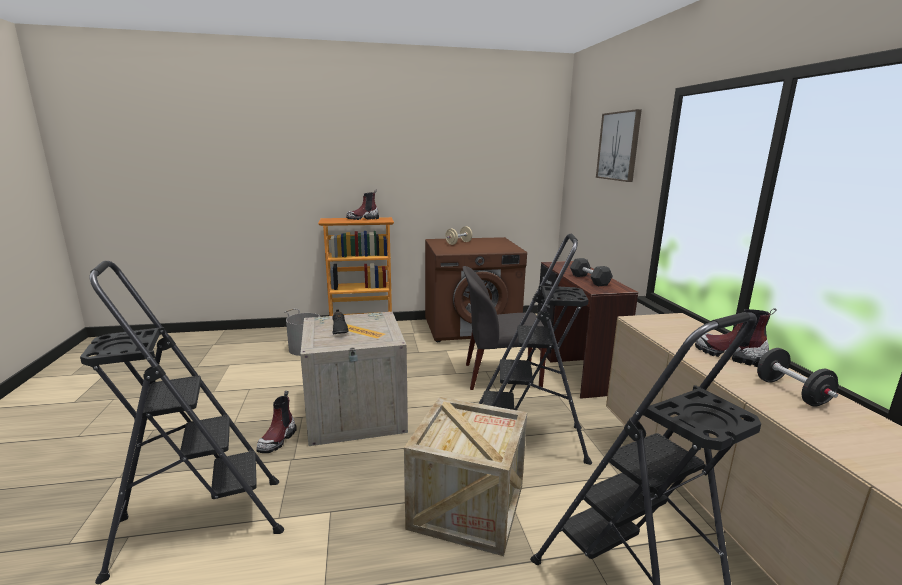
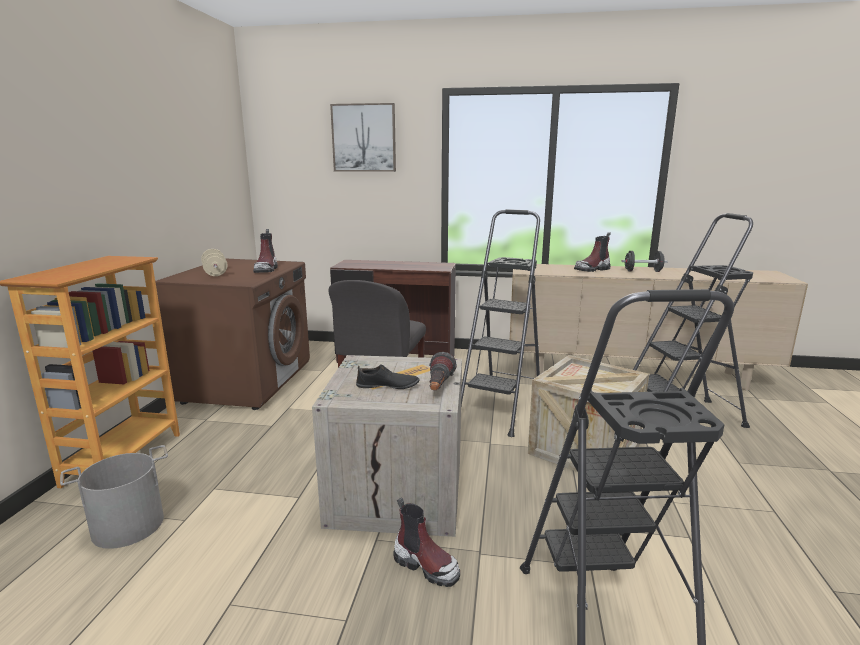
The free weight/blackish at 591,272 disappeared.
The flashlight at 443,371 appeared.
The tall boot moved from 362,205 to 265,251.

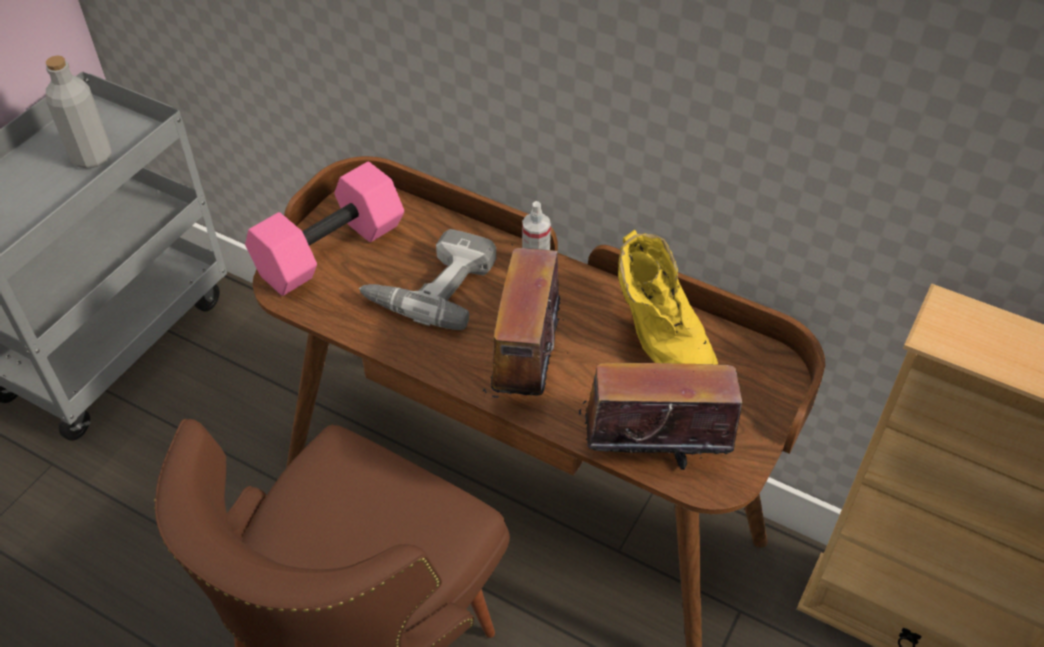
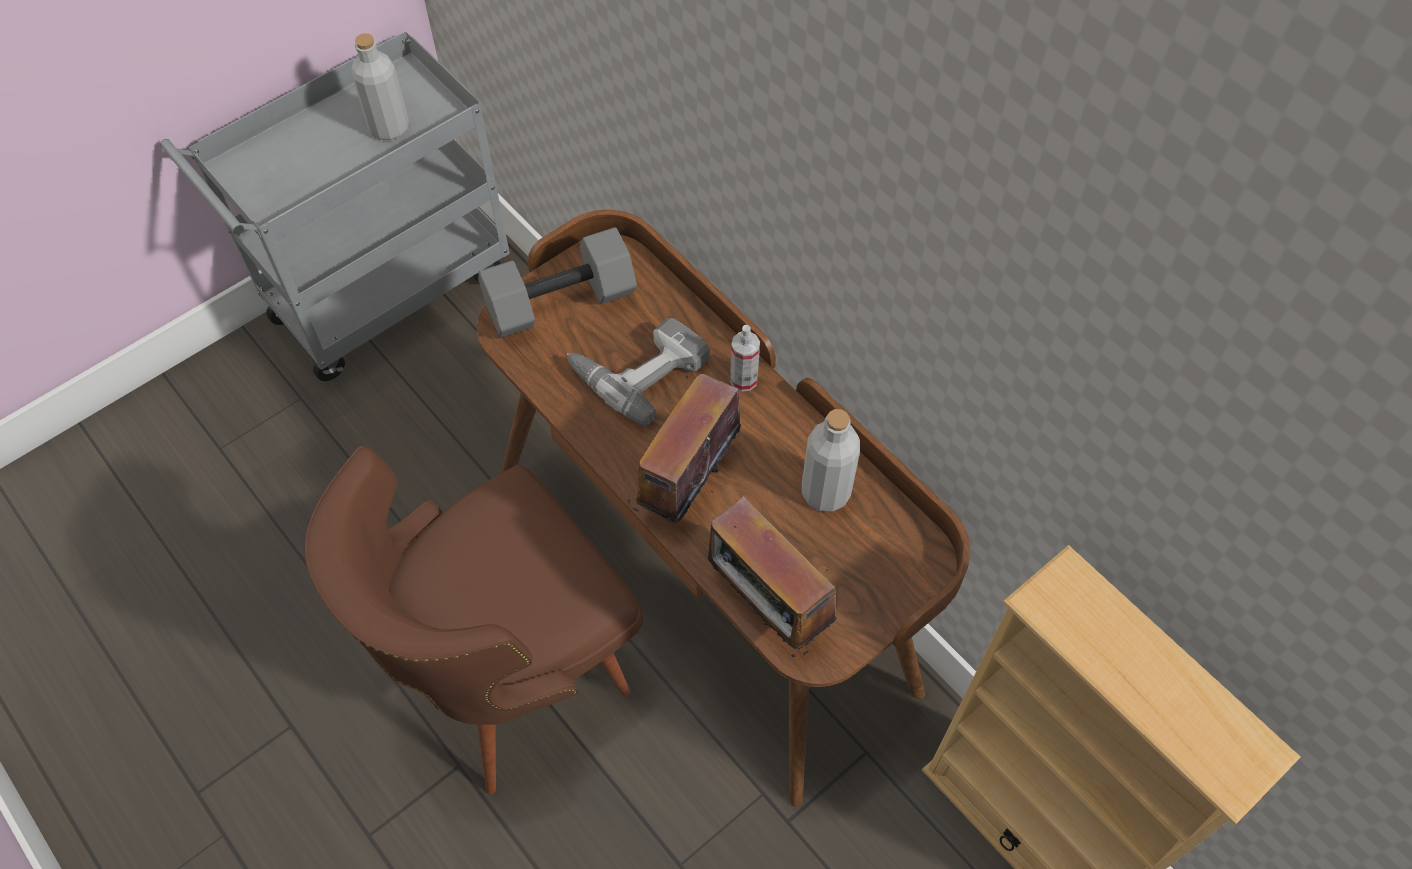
The tall boot/yellowish at 668,297 was replaced by the drink bottle/greyish at 831,460.
The free weight/pinkish at 324,228 became the free weight/greyish at 557,282.
The radio receiver at 668,406 turned 150 degrees counterclockwise.

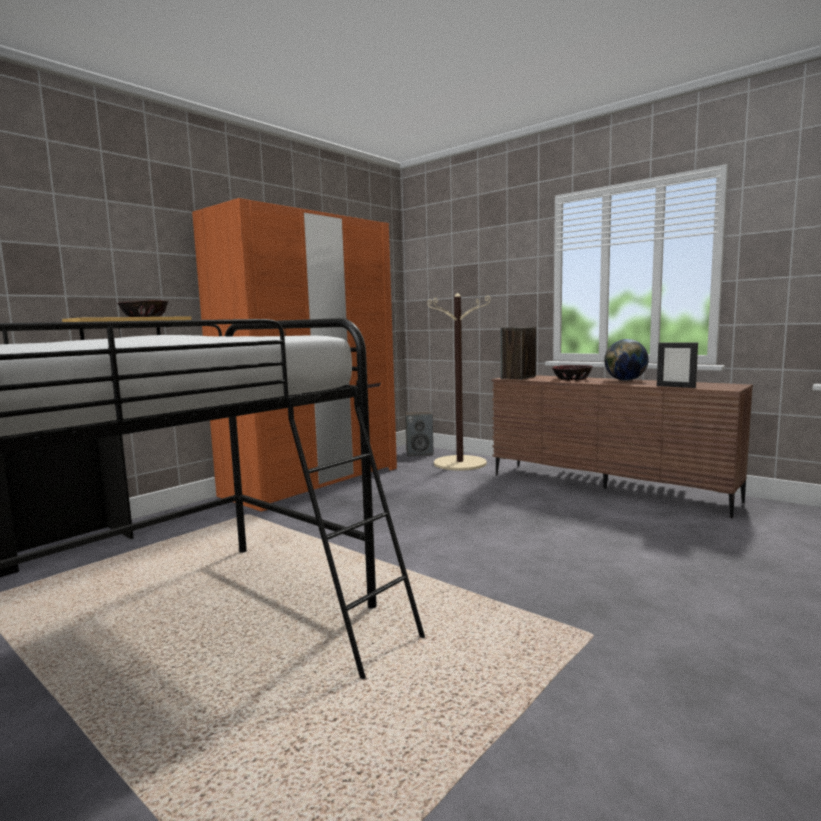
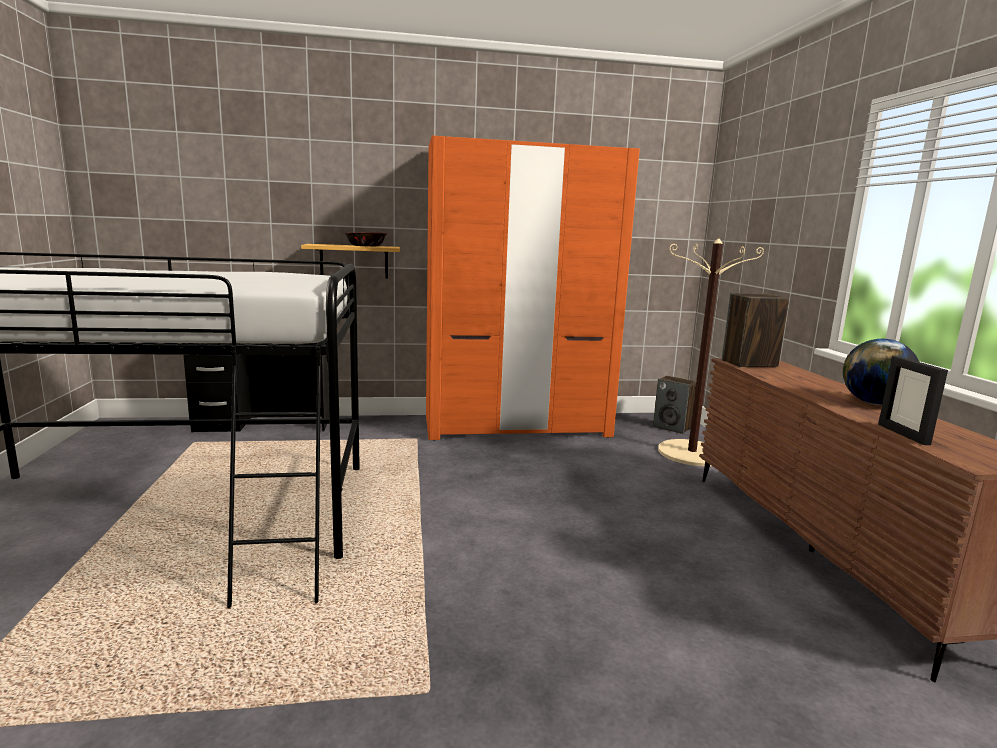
The bowl at 572,372 disappeared.

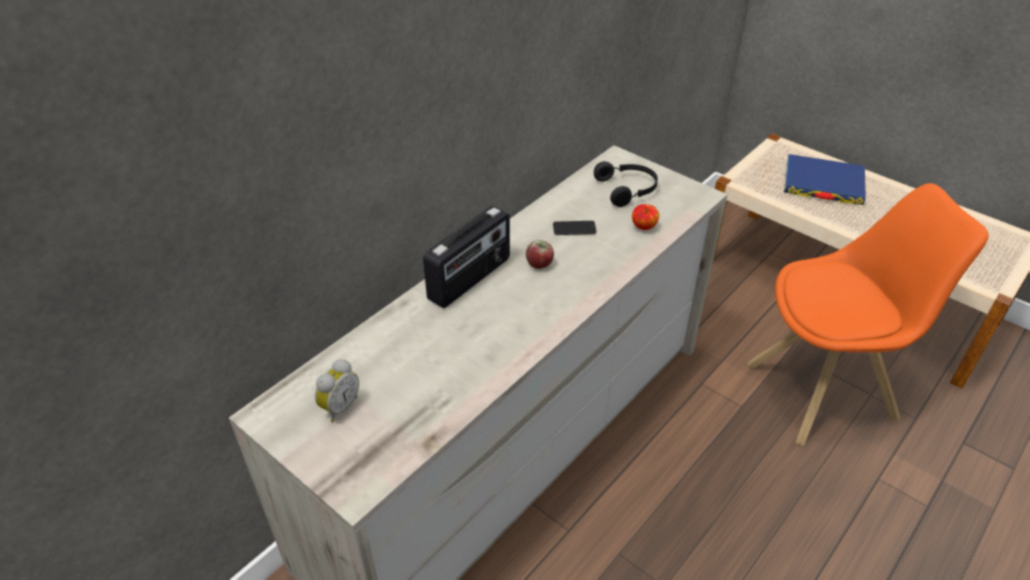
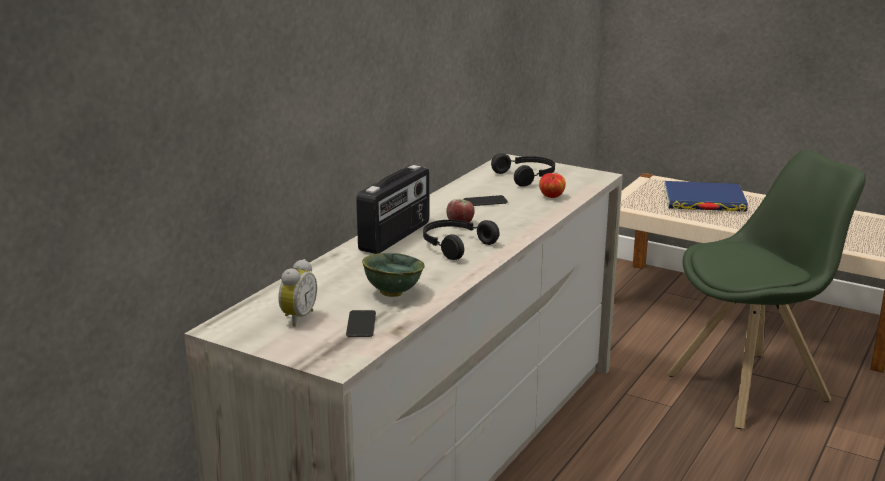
The phone at 361,323 appeared.
The bowl/green at 393,275 appeared.
The headphones/blackish at 461,240 appeared.
The chair/orange-coloured at 868,314 became the chair/green at 766,289.

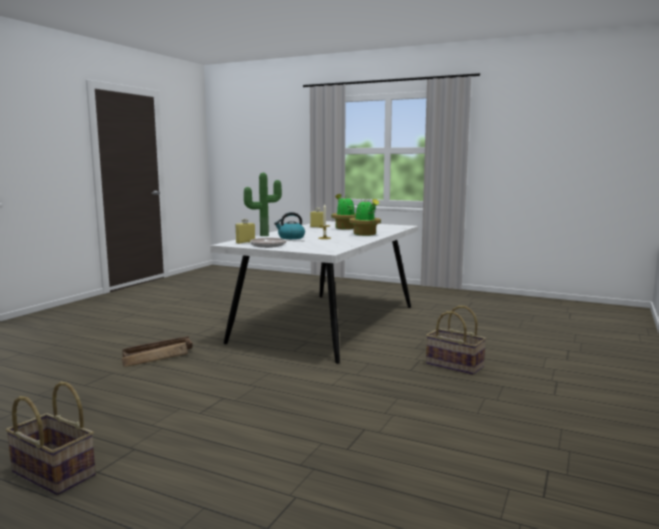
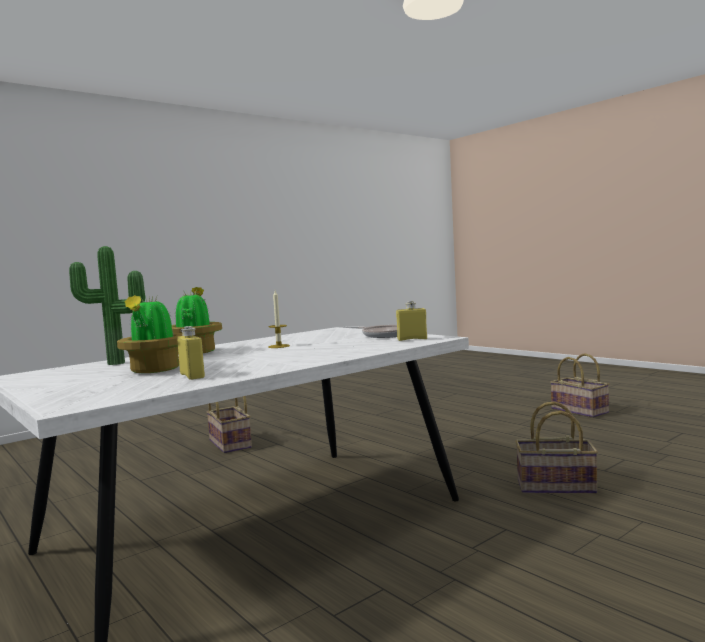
The tea kettle at 289,225 disappeared.
The houseplant moved from 263,204 to 107,305.
The crate at 157,351 was replaced by the storage basket at 556,447.

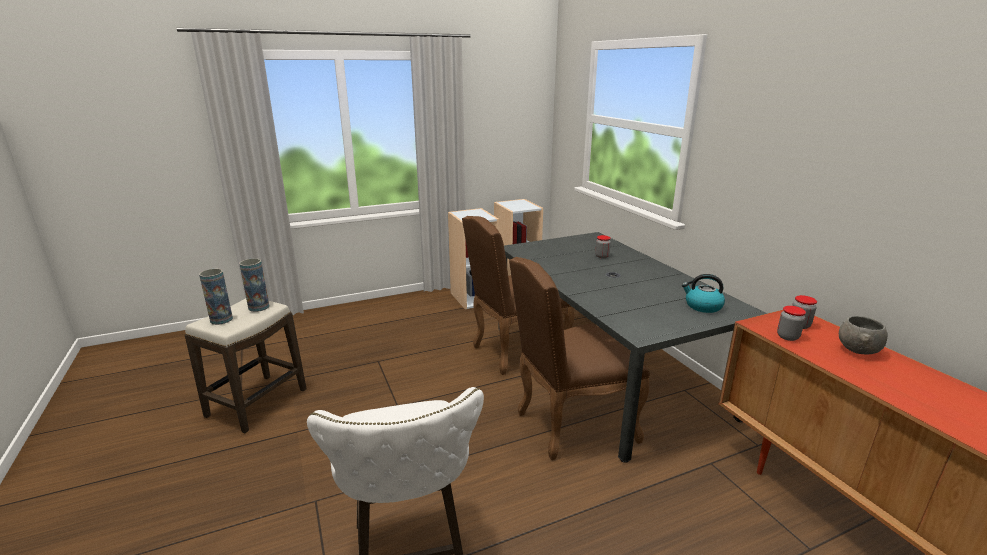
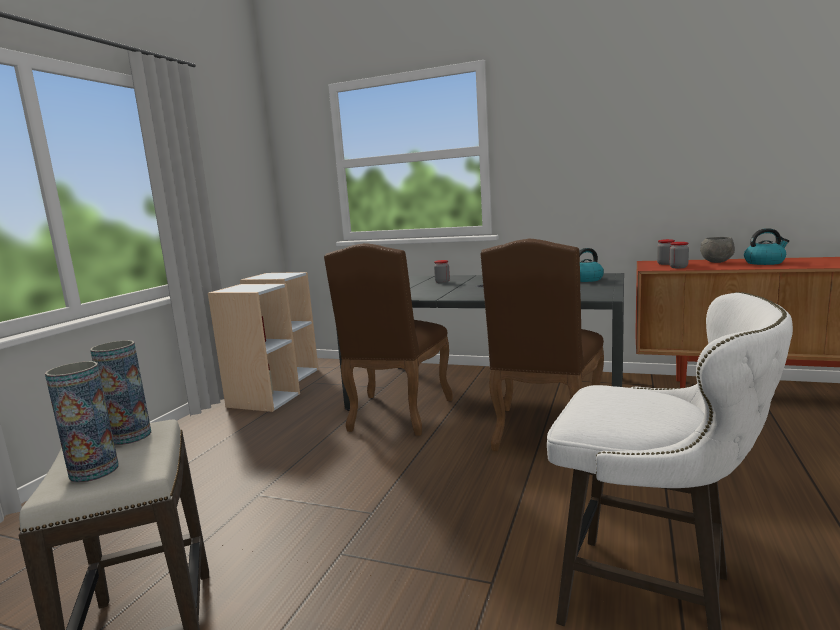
The tea kettle at 766,246 appeared.

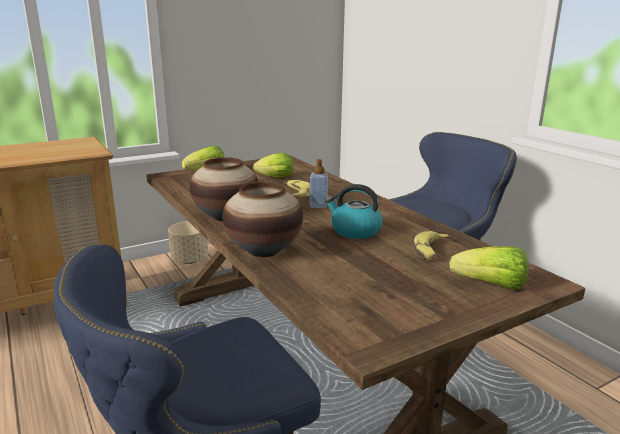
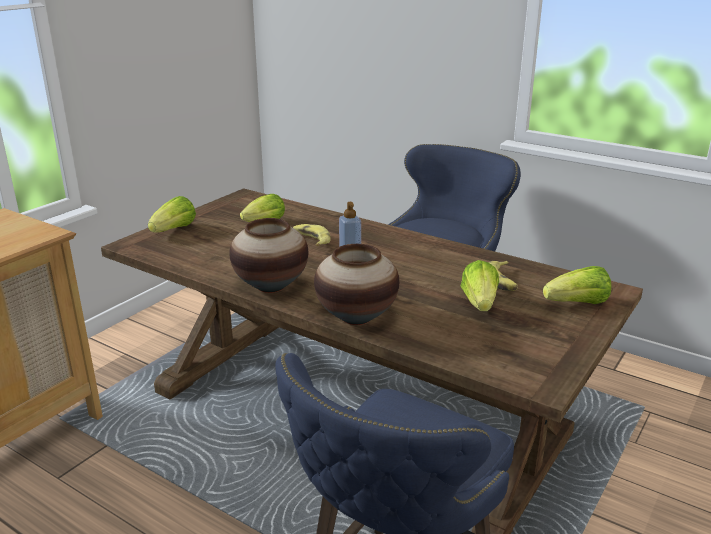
The planter/sand-coloured at 188,242 disappeared.
The tea kettle at 354,211 disappeared.
The lettuce at 479,285 appeared.

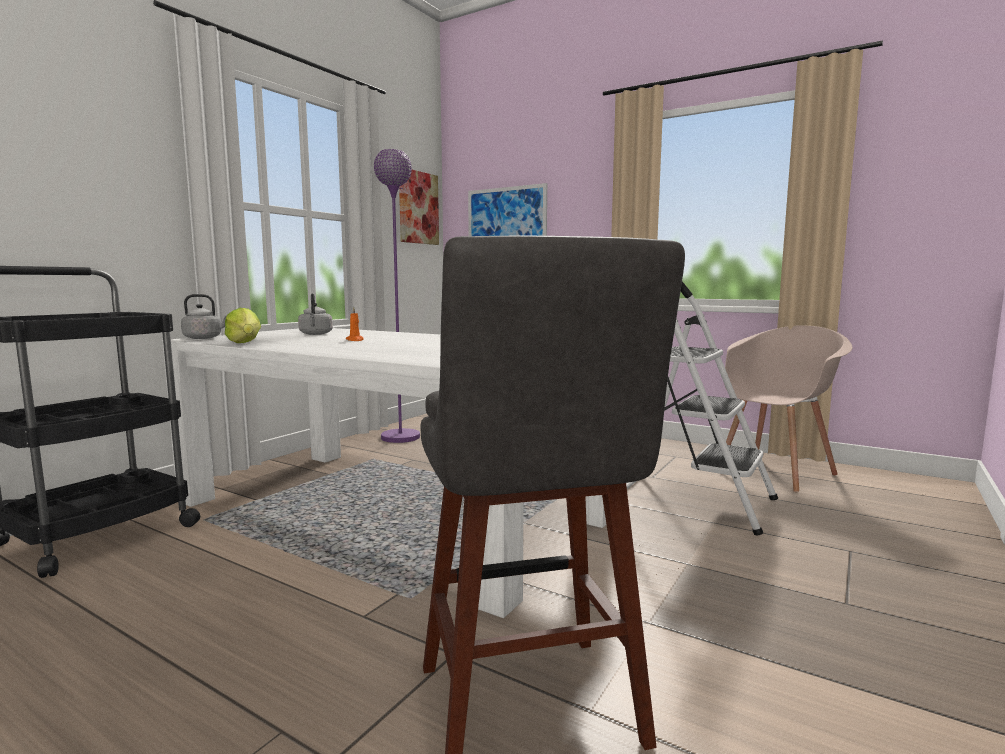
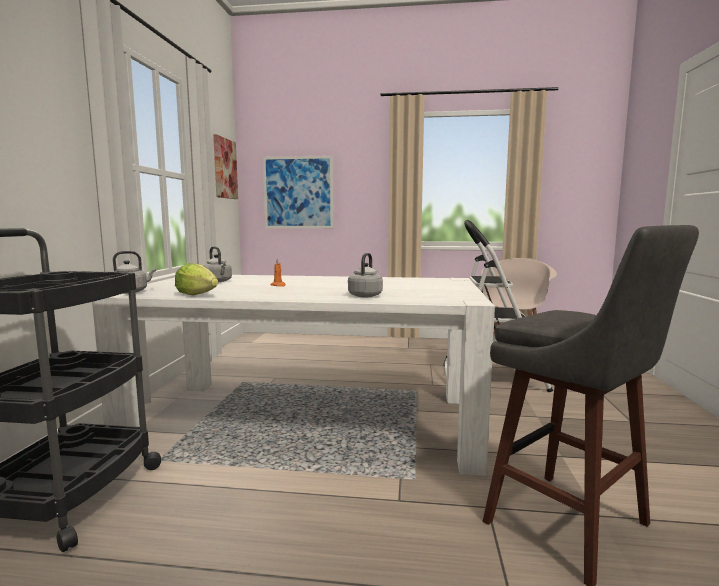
The standard lamp/purple at 397,296 disappeared.
The tea kettle/greyish at 365,275 appeared.

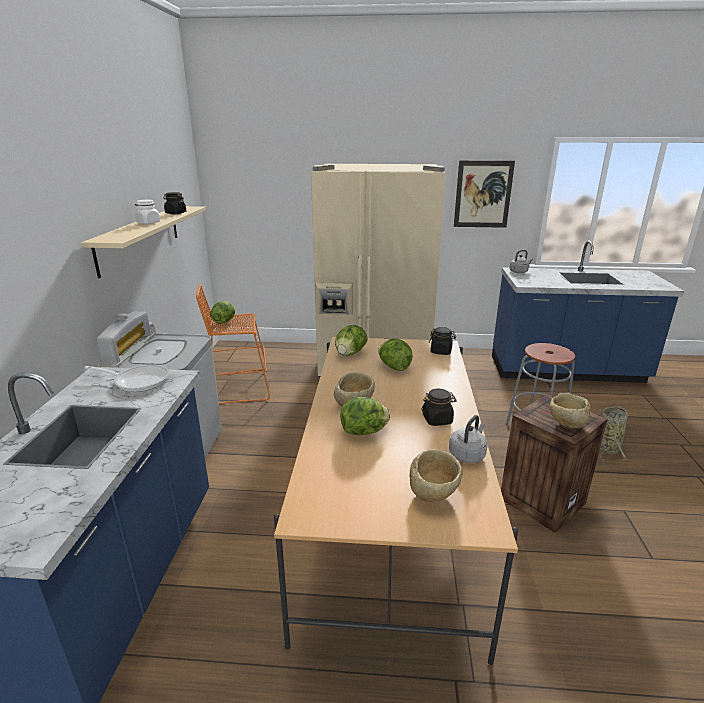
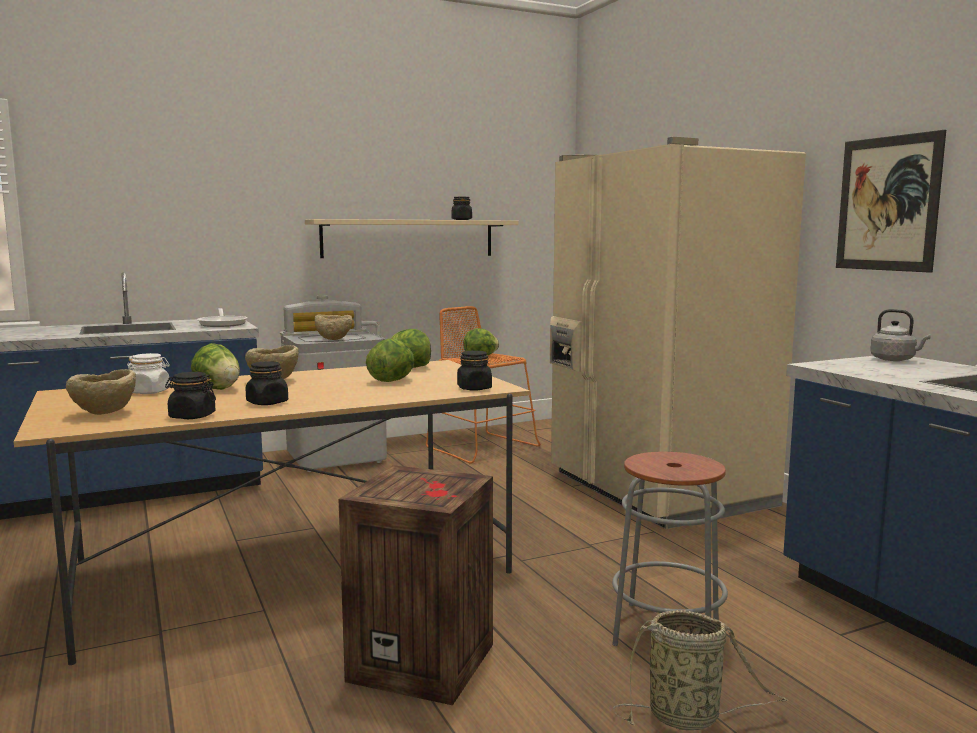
The preserve jar/white moved from 147,212 to 148,373.
The bowl/sand-coloured moved from 569,410 to 334,327.
The tea kettle/greyish at 468,439 was replaced by the preserve jar/blackish at 190,395.

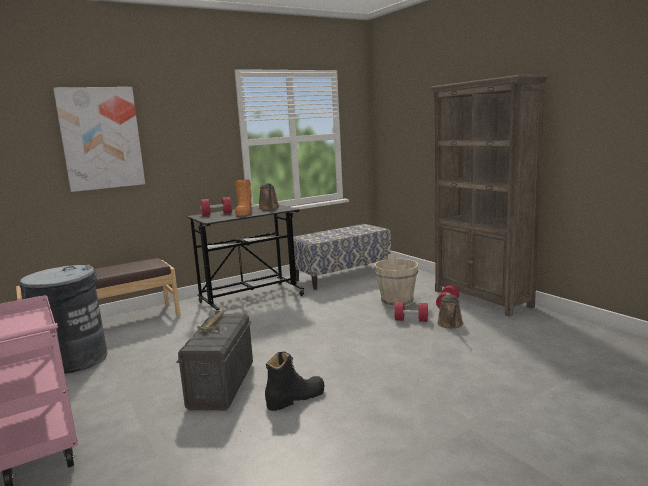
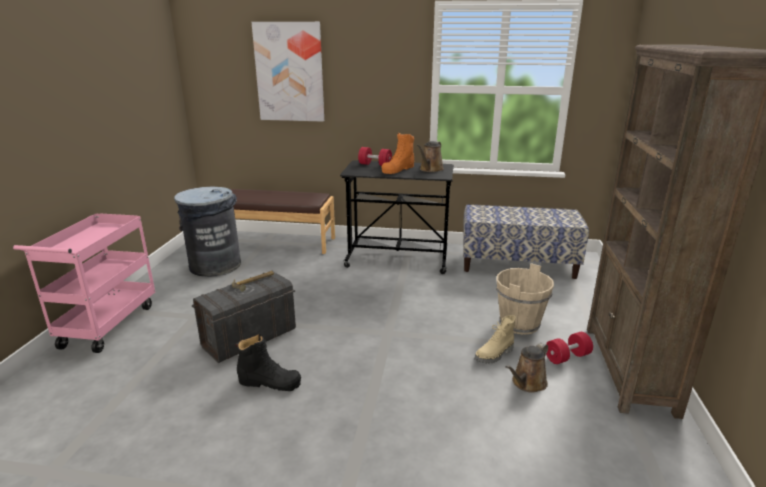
The free weight/red-coloured at 411,312 was replaced by the tall boot/sand-coloured at 495,339.

